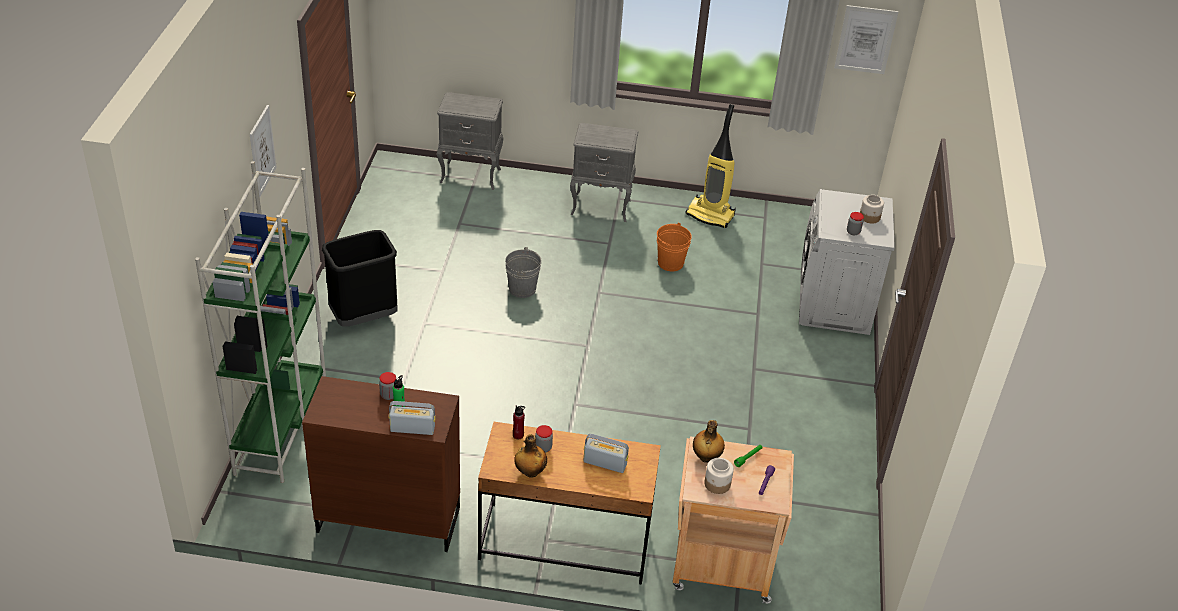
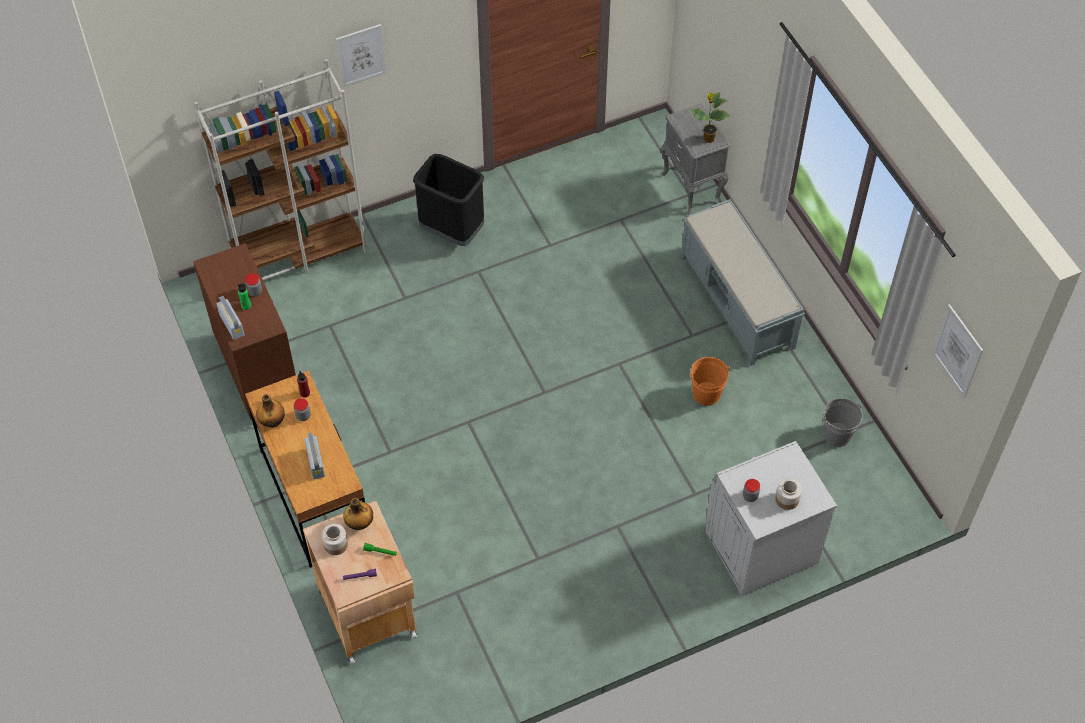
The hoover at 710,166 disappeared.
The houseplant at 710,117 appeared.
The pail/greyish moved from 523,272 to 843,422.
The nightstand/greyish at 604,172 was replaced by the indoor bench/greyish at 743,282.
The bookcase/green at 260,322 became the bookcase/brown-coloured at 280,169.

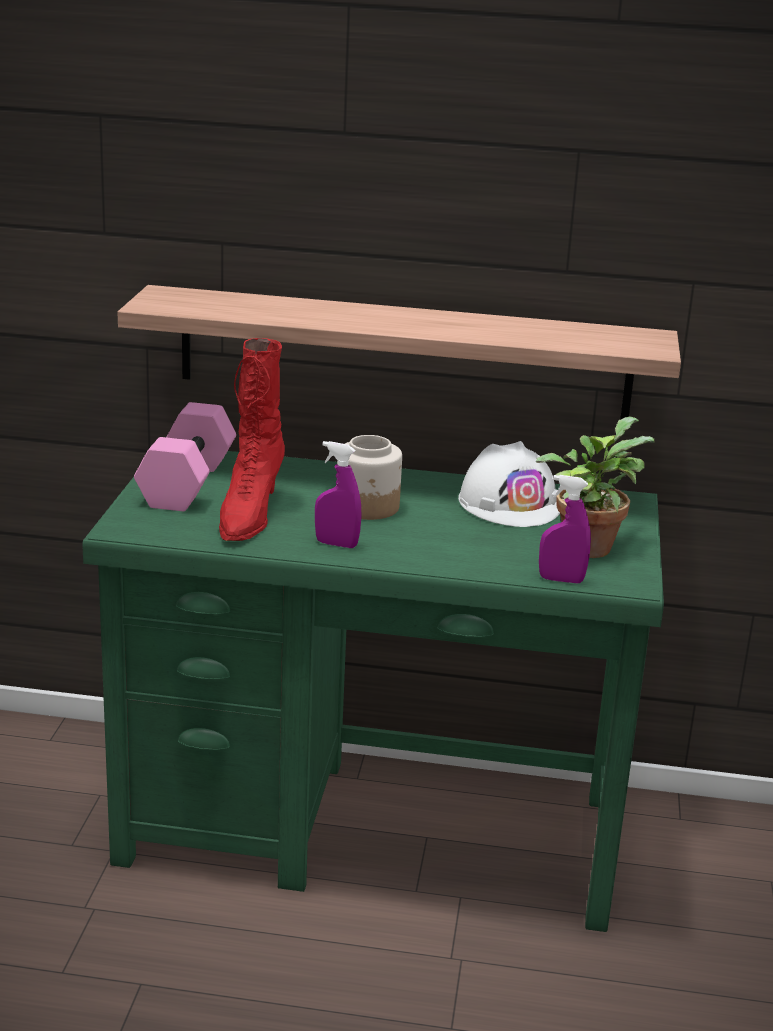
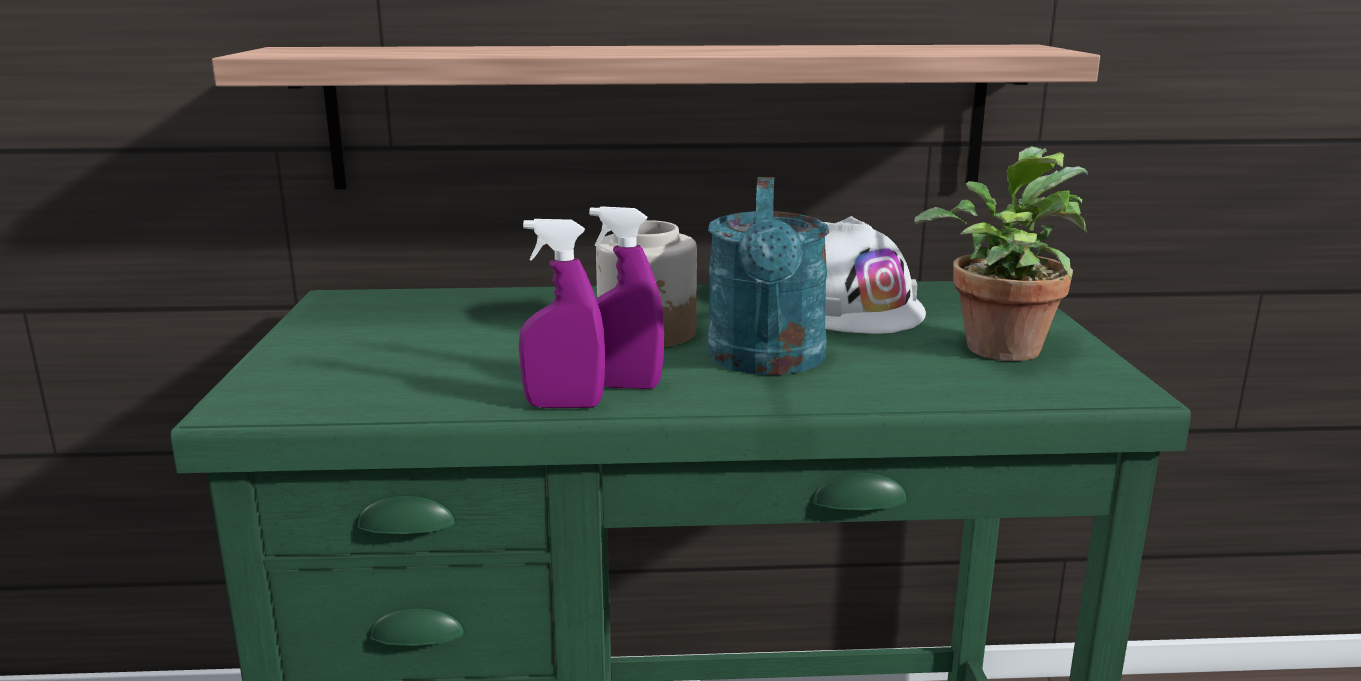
The free weight/pinkish at 185,456 disappeared.
The tall boot/red-coloured at 252,439 disappeared.
The watering pot/turquoise-coloured at 768,276 appeared.
The hand sprayer/purple moved from 565,529 to 562,313.

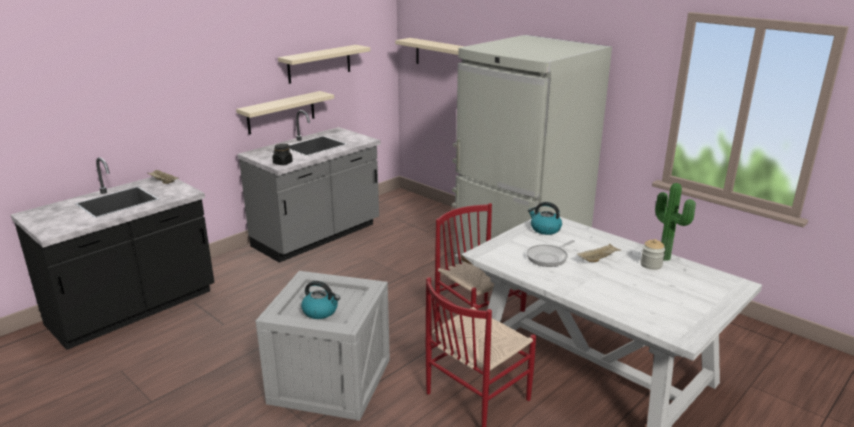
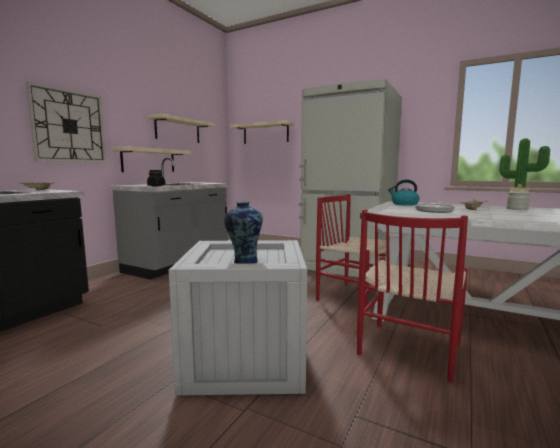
The hanging clock at 66,122 appeared.
The tea kettle at 320,300 was replaced by the decorative vase at 243,232.

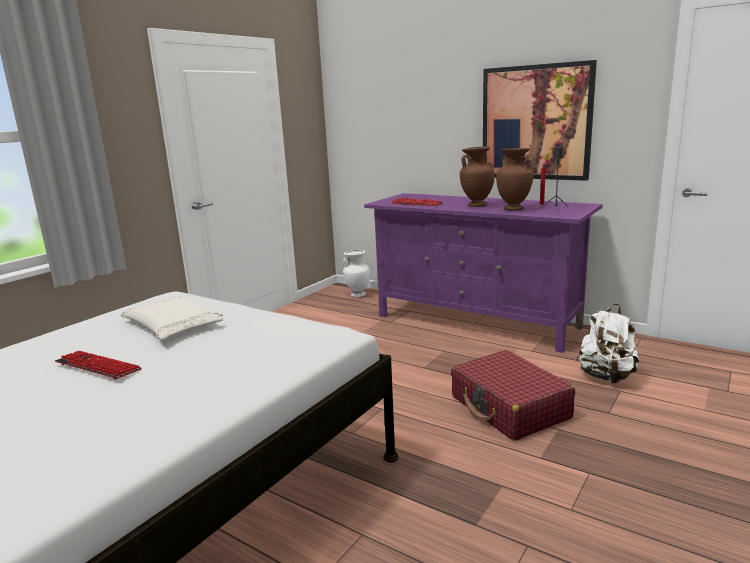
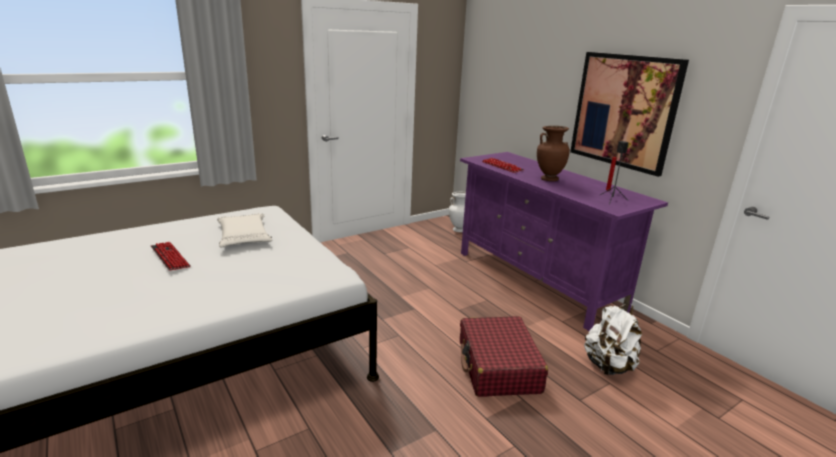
The decorative vase/brown-coloured at 515,179 disappeared.

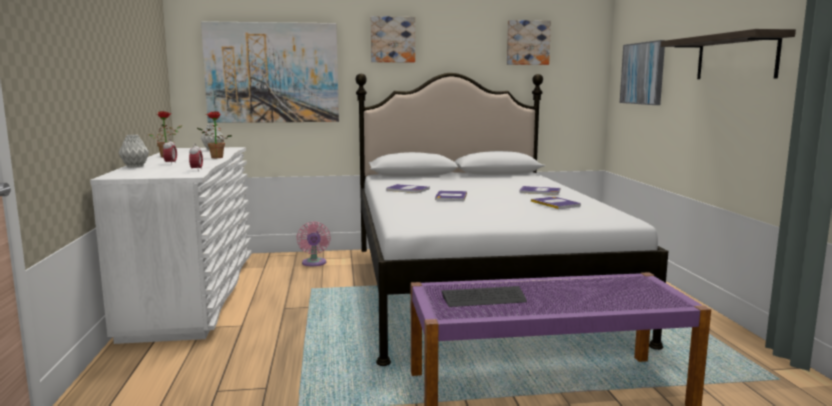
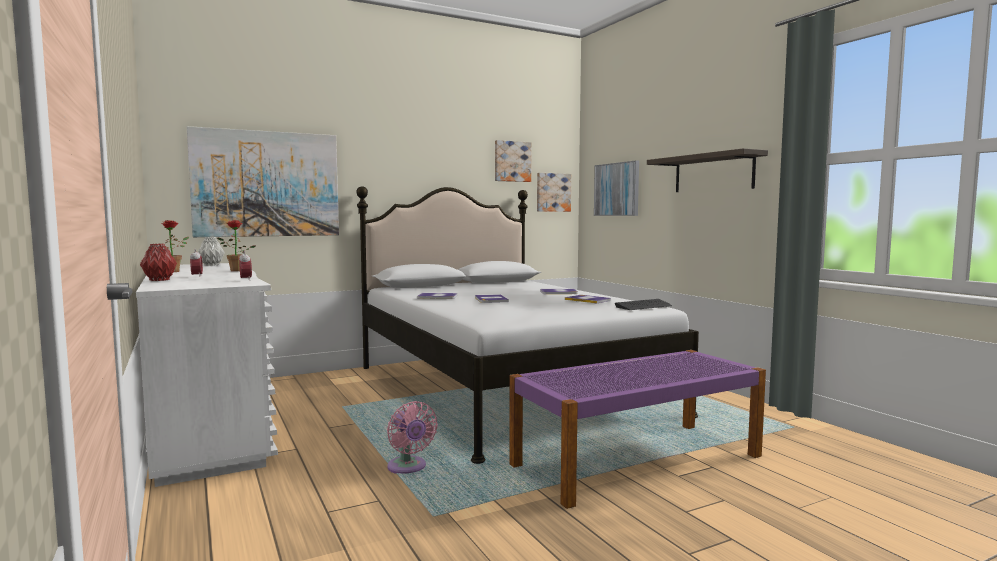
The electric fan/pinkish moved from 314,243 to 412,437.
The picture moved from 393,39 to 554,192.
The computer keyboard moved from 484,296 to 643,304.
The decorative vase/greyish at 134,151 became the decorative vase/red-coloured at 158,262.

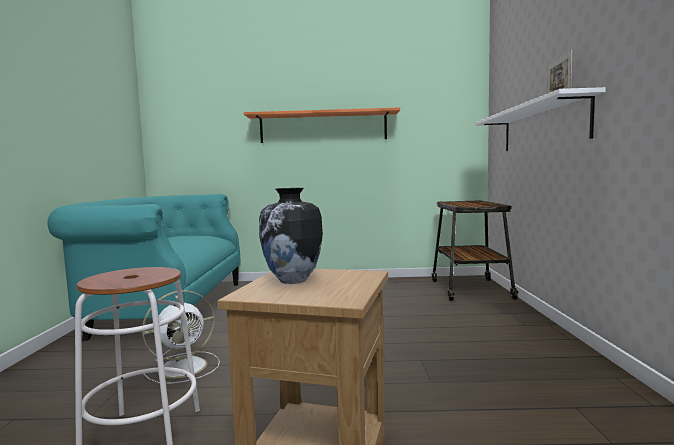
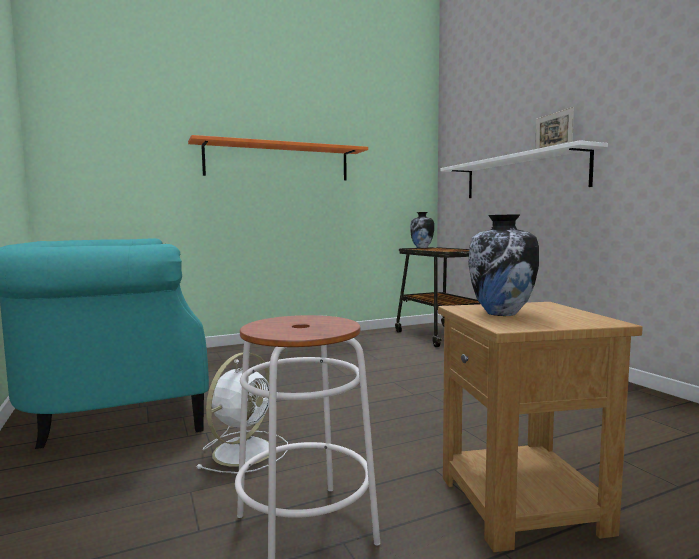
The decorative vase at 422,230 appeared.

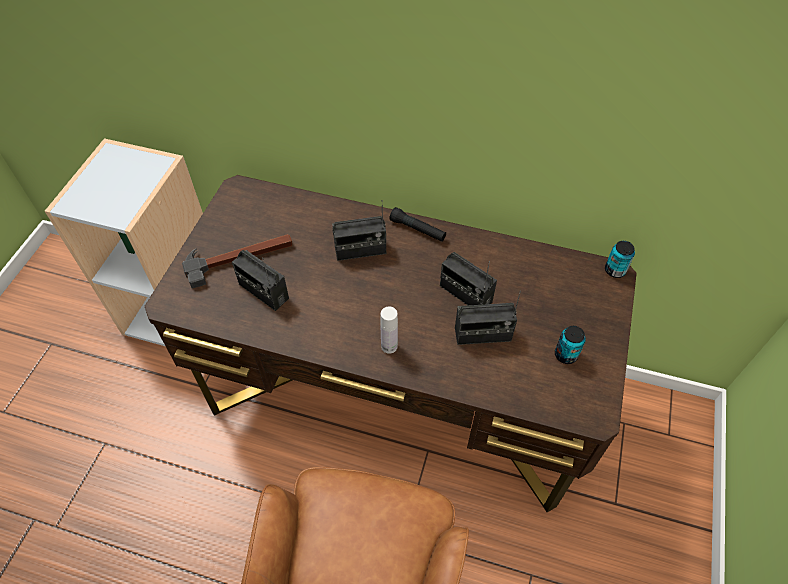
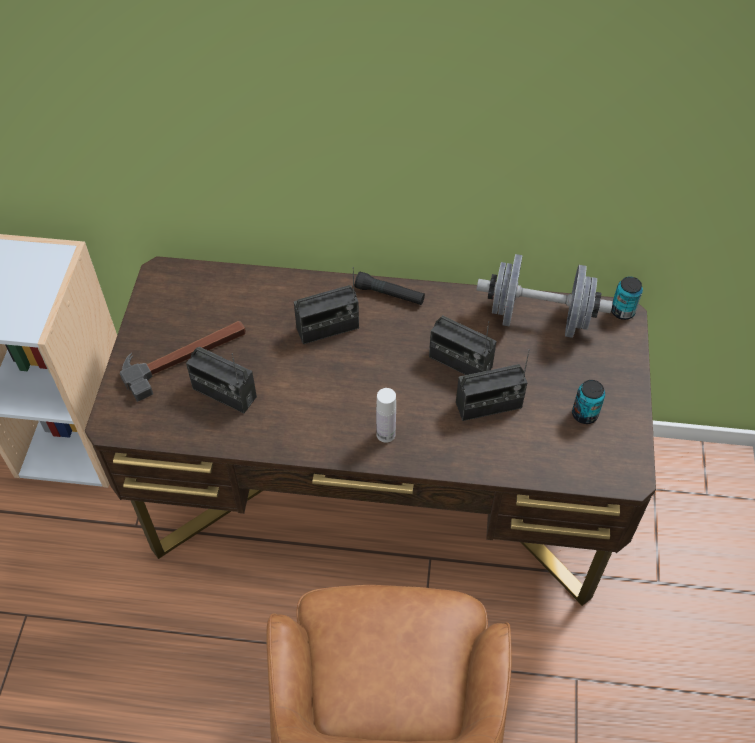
The free weight/greyish at 545,296 appeared.

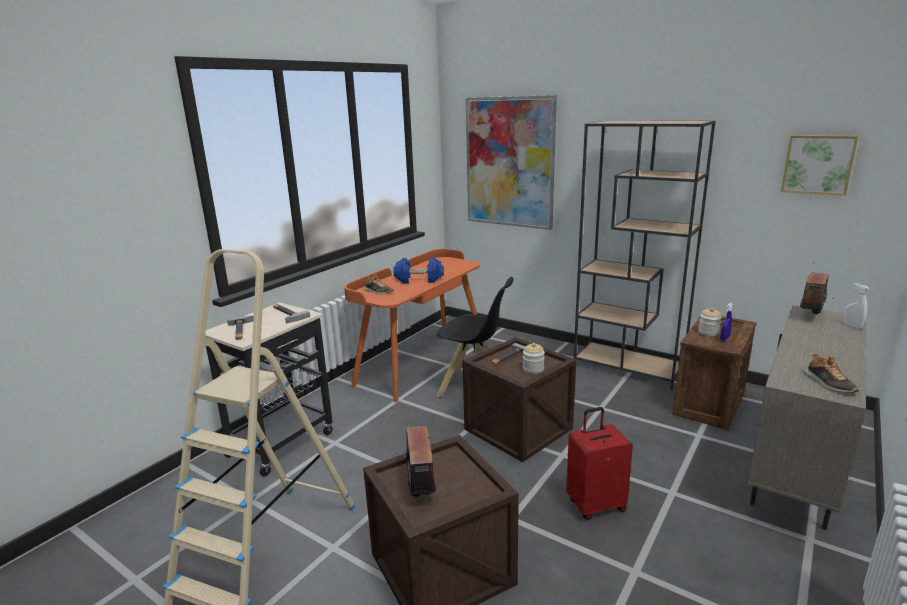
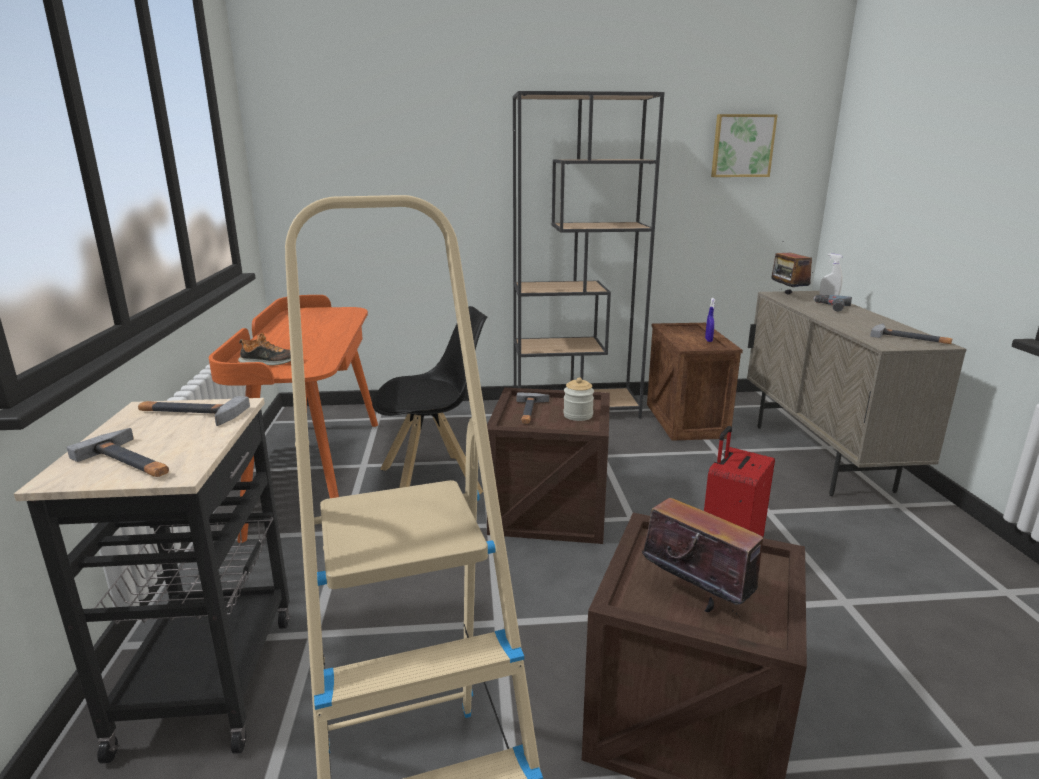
The free weight/blue-coloured at 418,270 disappeared.
The picture at 511,162 disappeared.
The preserve jar at 710,322 disappeared.
The electric drill at 832,303 appeared.
The low shoe at 832,373 was replaced by the hand hammer at 911,333.

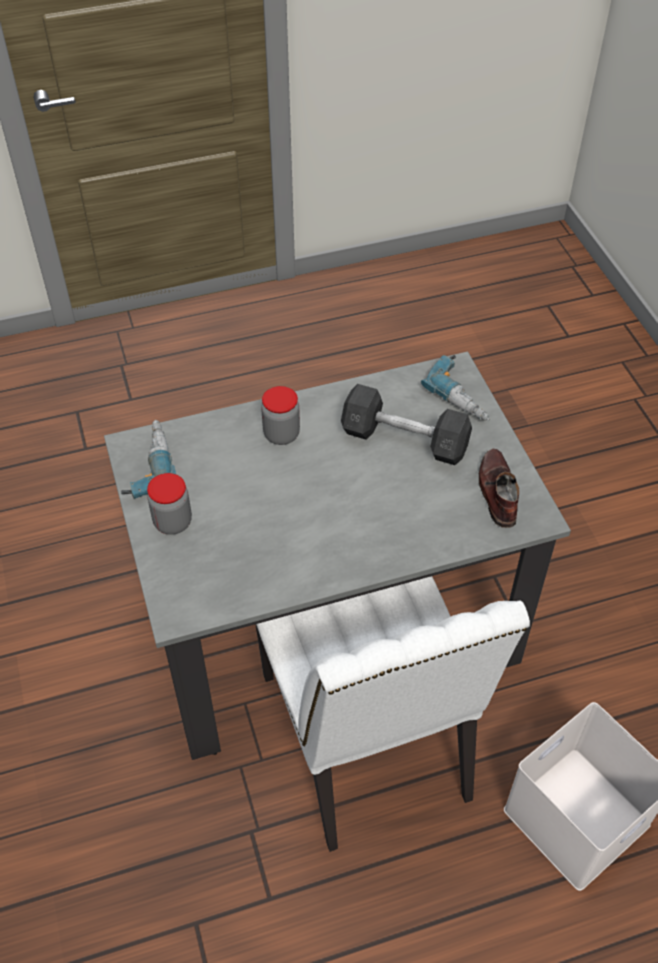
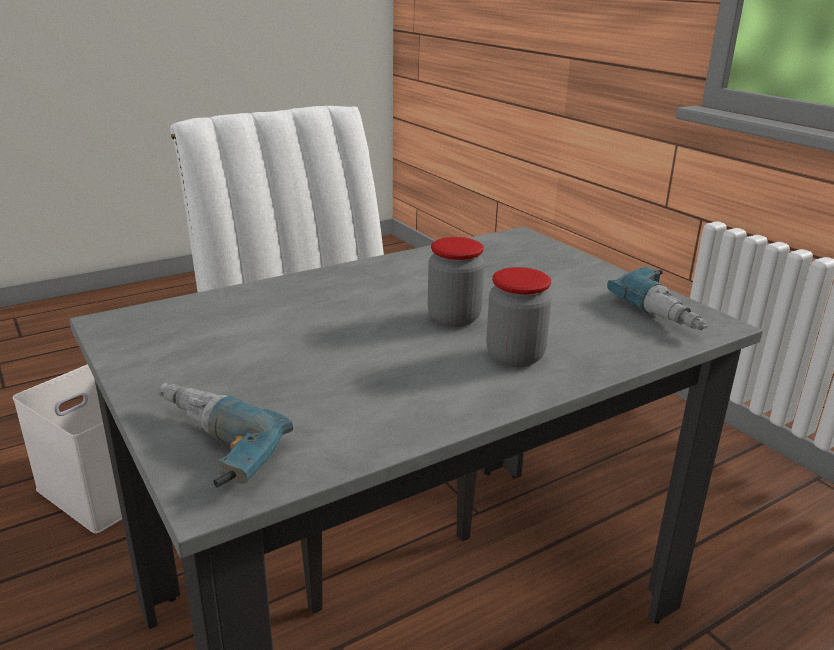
The free weight/greyish at 406,424 disappeared.
The low shoe/brown-coloured at 499,488 disappeared.
The preserve jar moved from 169,504 to 456,282.

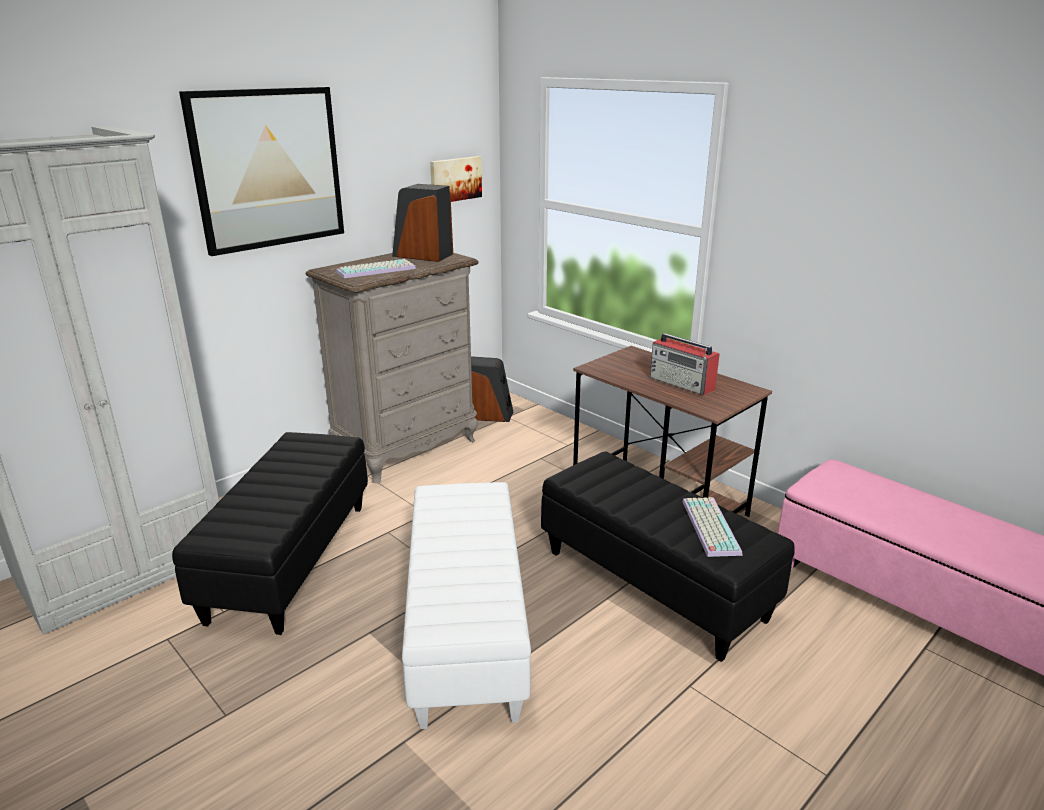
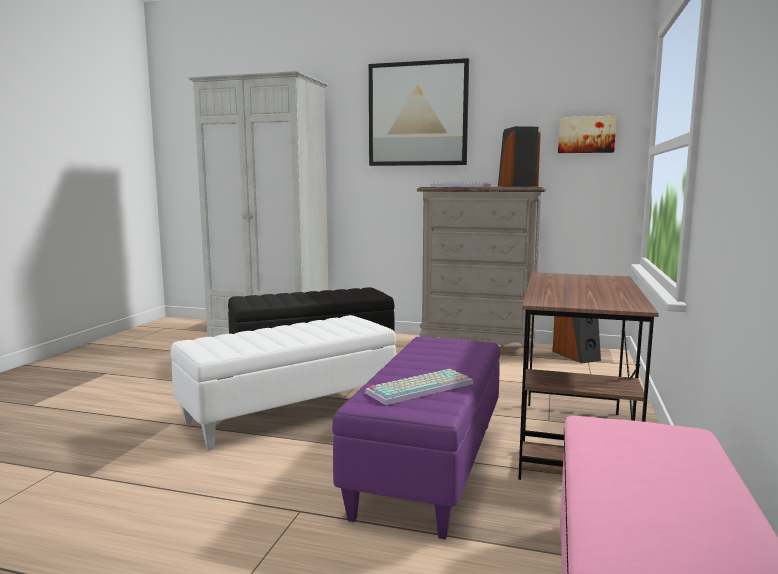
The radio receiver at 685,364 disappeared.
The ottoman/blackish at 668,556 became the ottoman/purple at 416,438.

